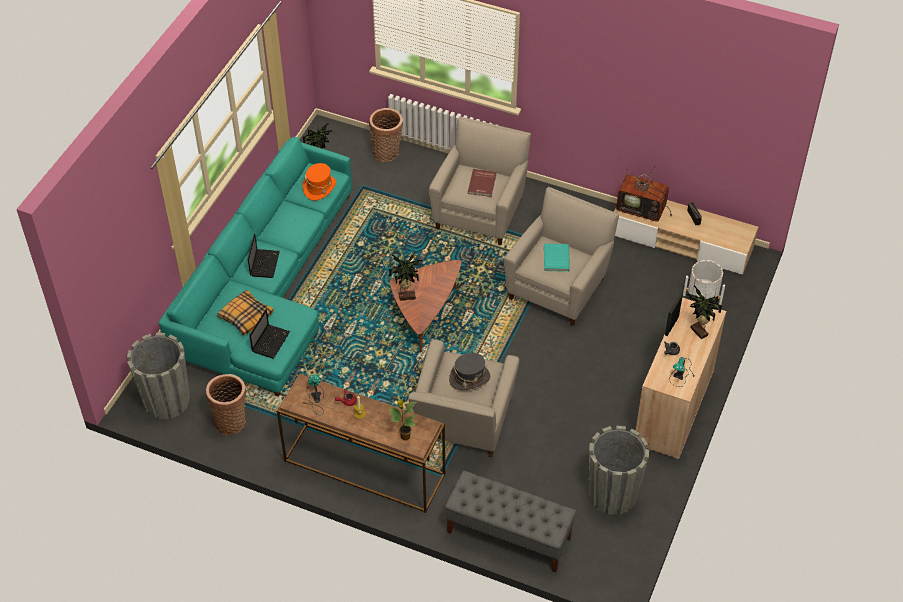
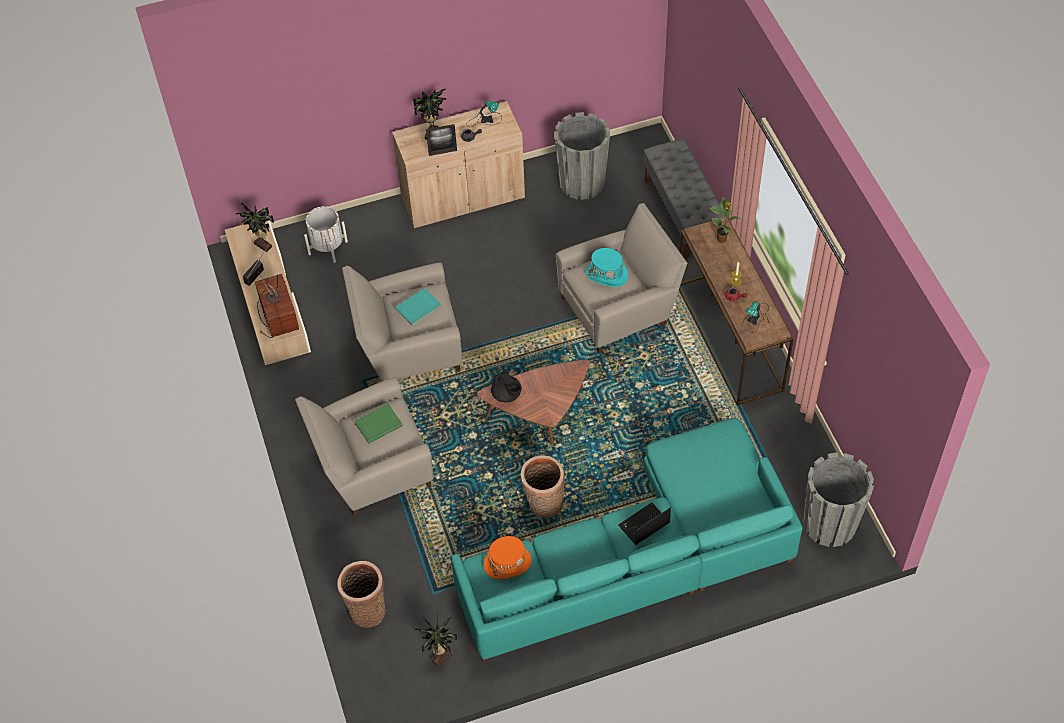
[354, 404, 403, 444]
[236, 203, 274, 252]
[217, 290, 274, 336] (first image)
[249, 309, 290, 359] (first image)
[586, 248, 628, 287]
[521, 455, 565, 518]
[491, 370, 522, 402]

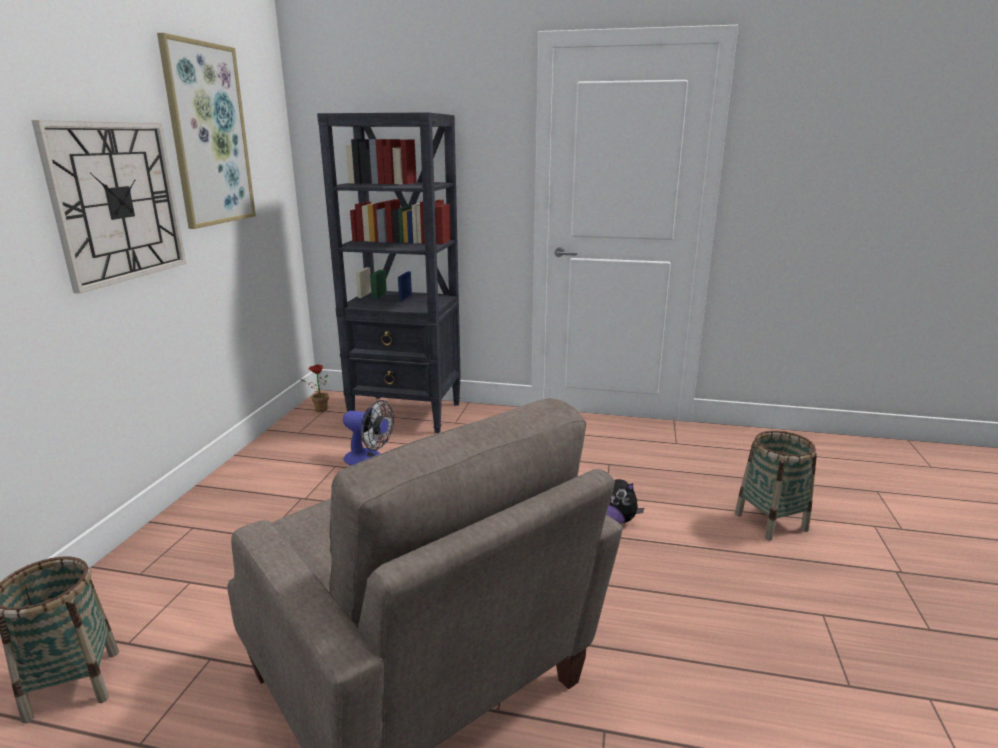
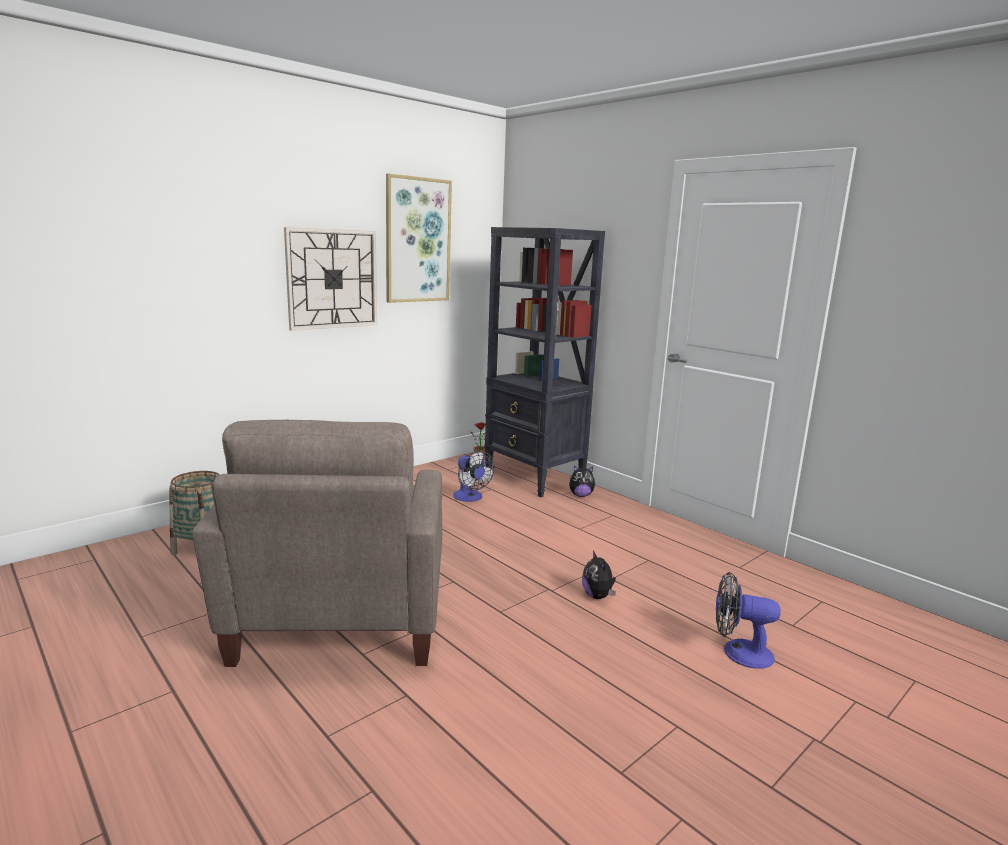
[716, 572, 781, 669]
[569, 466, 596, 497]

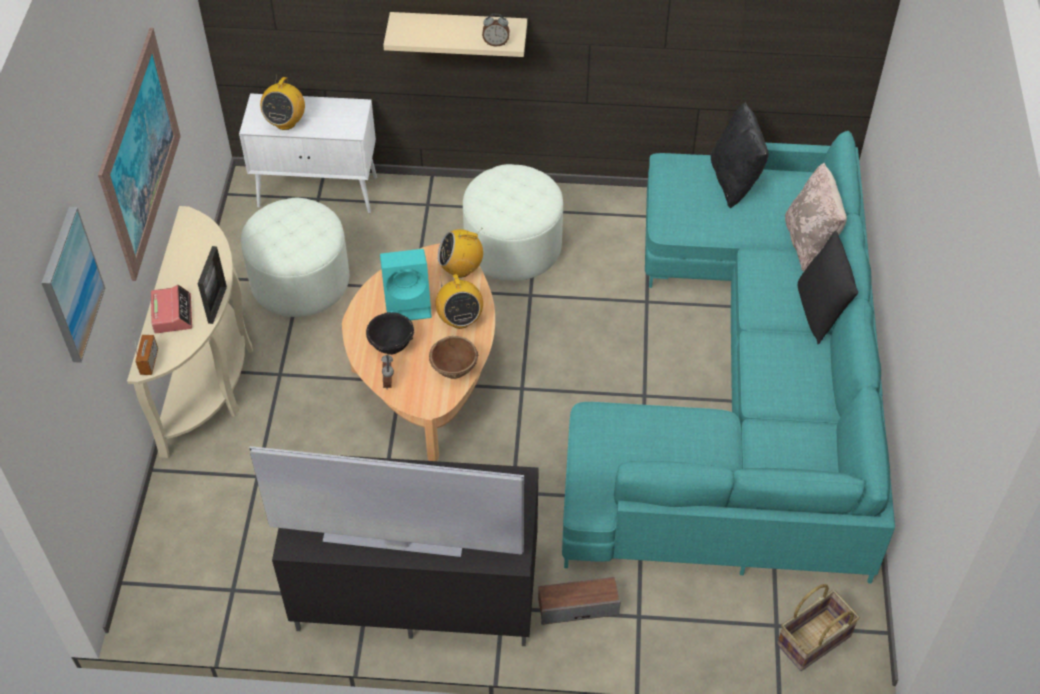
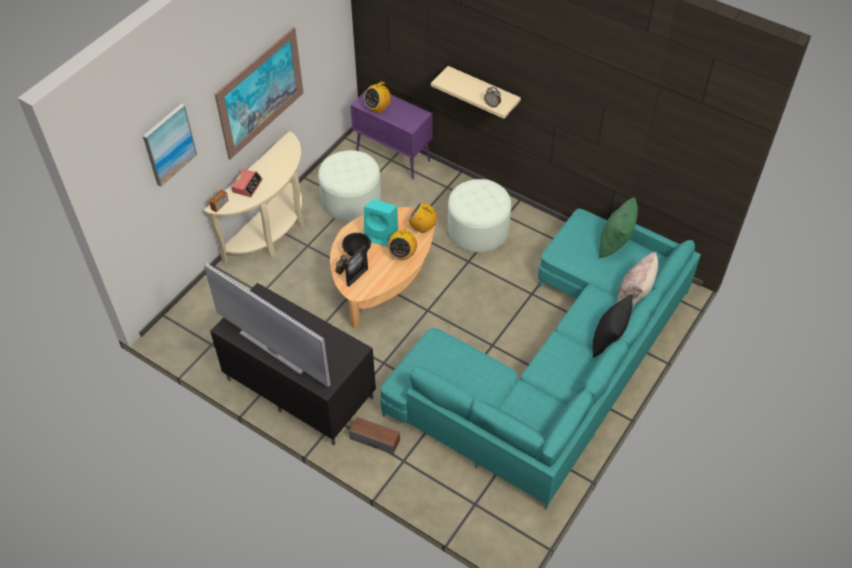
[350, 85, 433, 179]
[599, 197, 638, 258]
[345, 245, 368, 287]
[429, 336, 479, 379] (first image)
[777, 584, 860, 671] (first image)

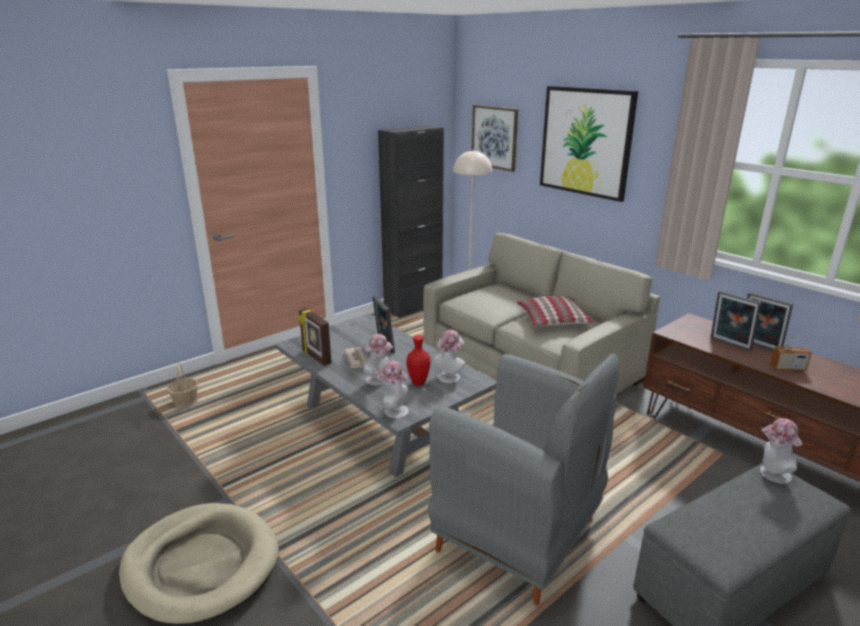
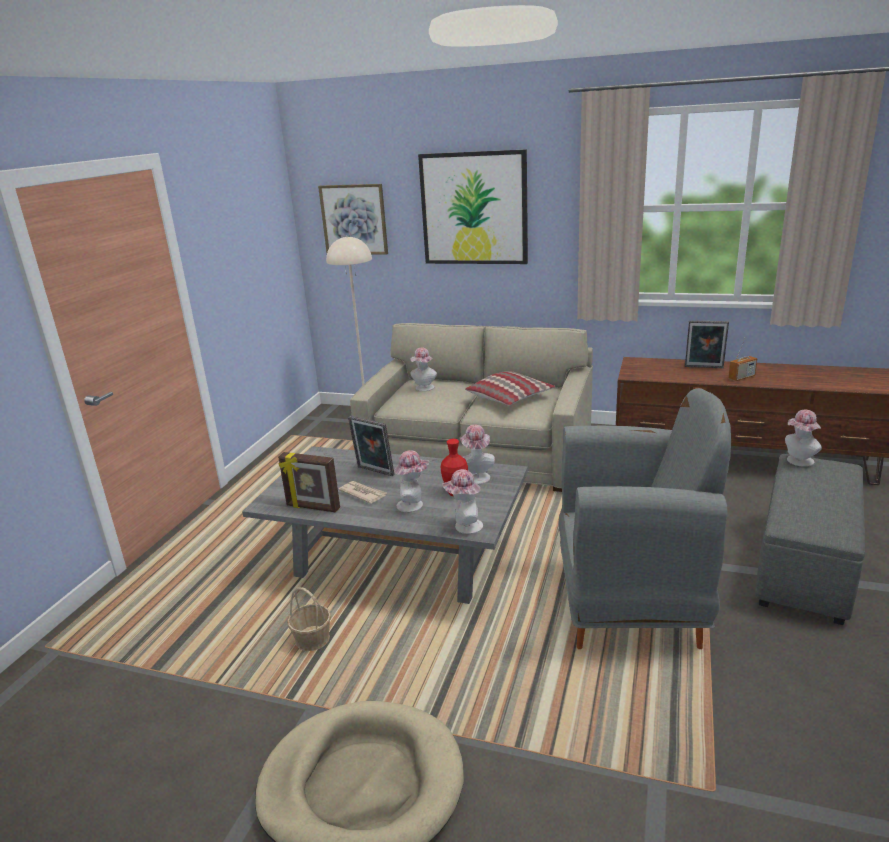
[378, 125, 444, 318] (first image)
[710, 291, 761, 351] (first image)
[287, 587, 331, 651]
[411, 347, 437, 391]

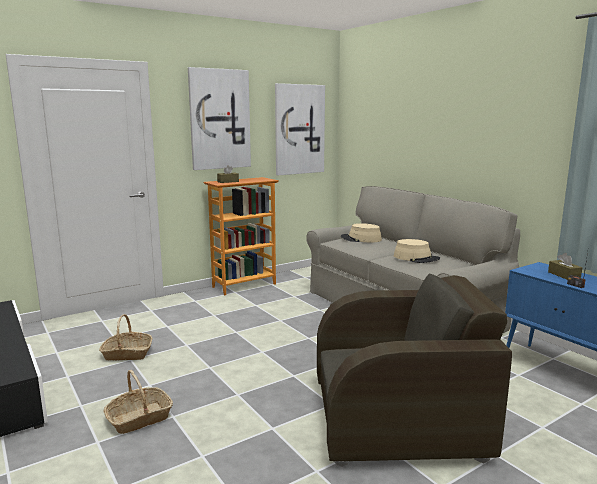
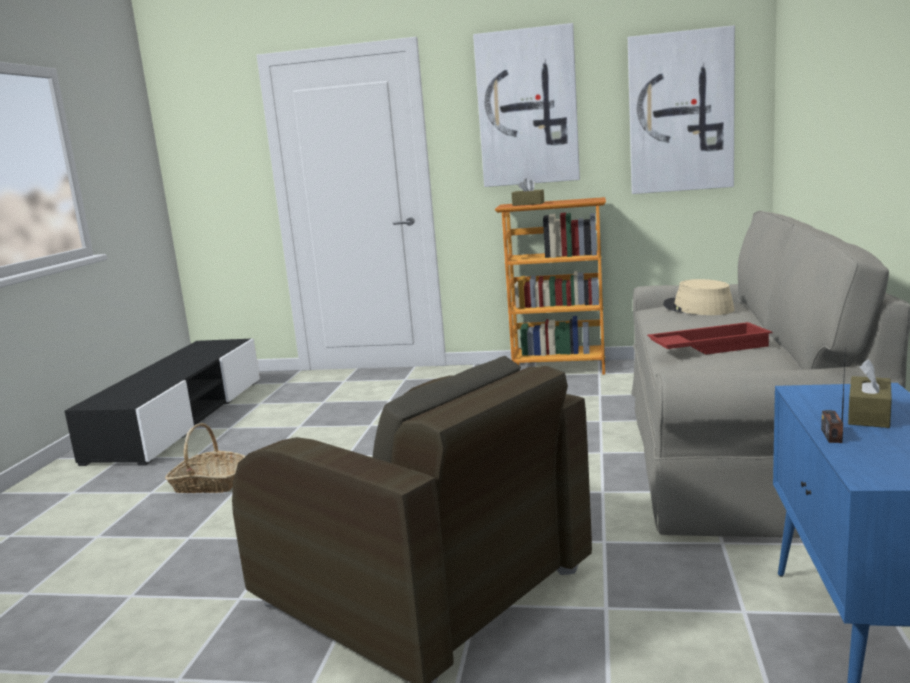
[647, 322, 772, 355]
[99, 314, 152, 361] (first image)

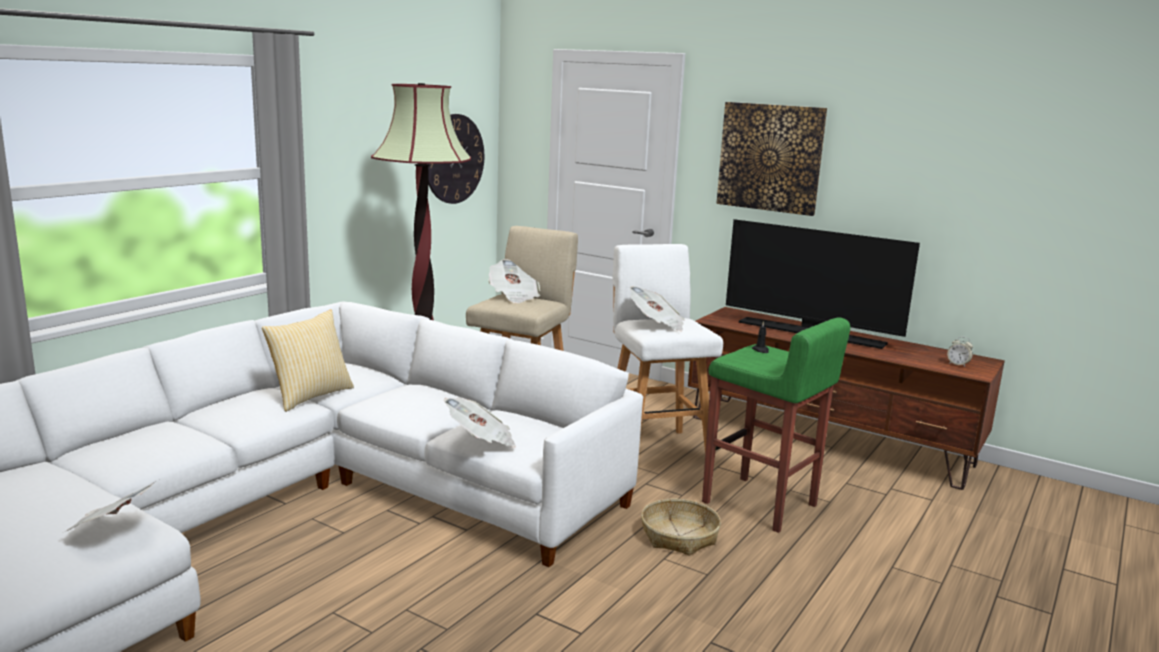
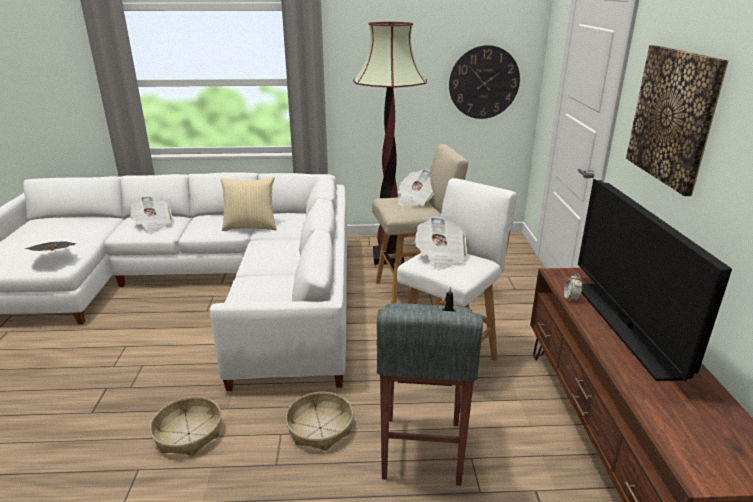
[377, 303, 483, 486]
[563, 274, 582, 301]
[130, 196, 172, 232]
[150, 397, 221, 456]

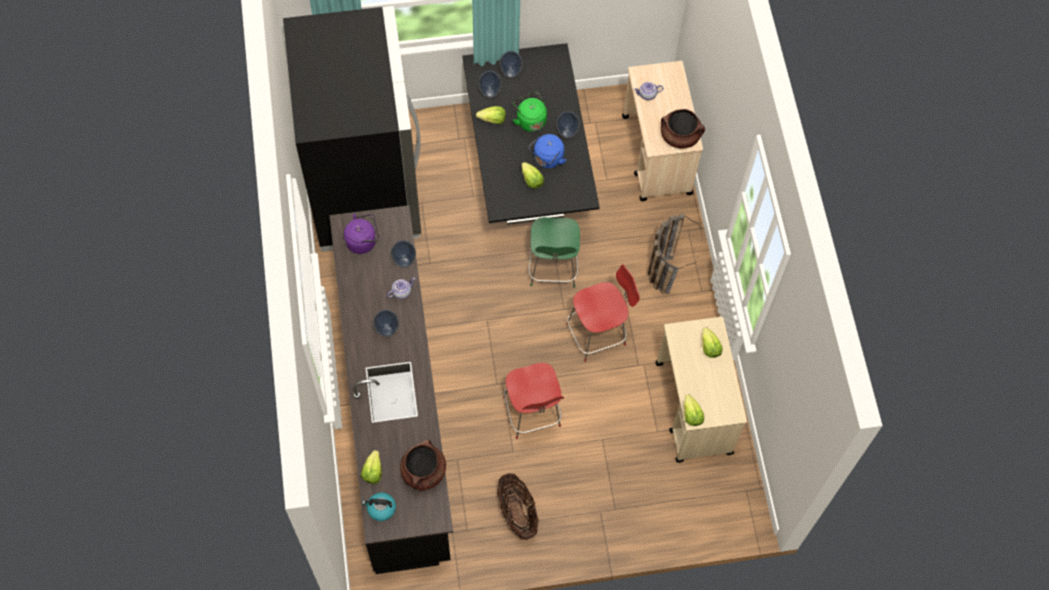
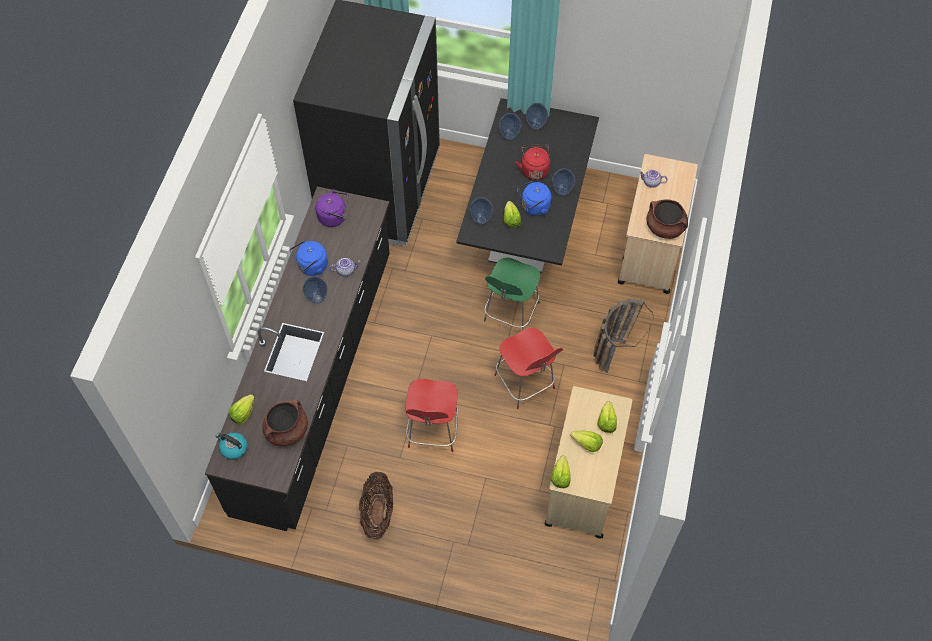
[516, 144, 550, 180]
[570, 431, 603, 452]
[470, 197, 493, 224]
[494, 328, 563, 409]
[290, 241, 328, 276]

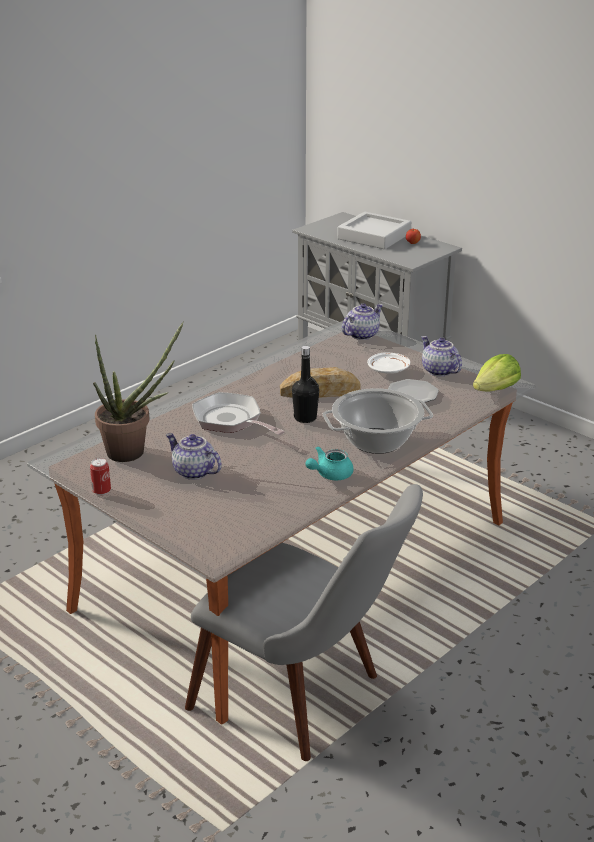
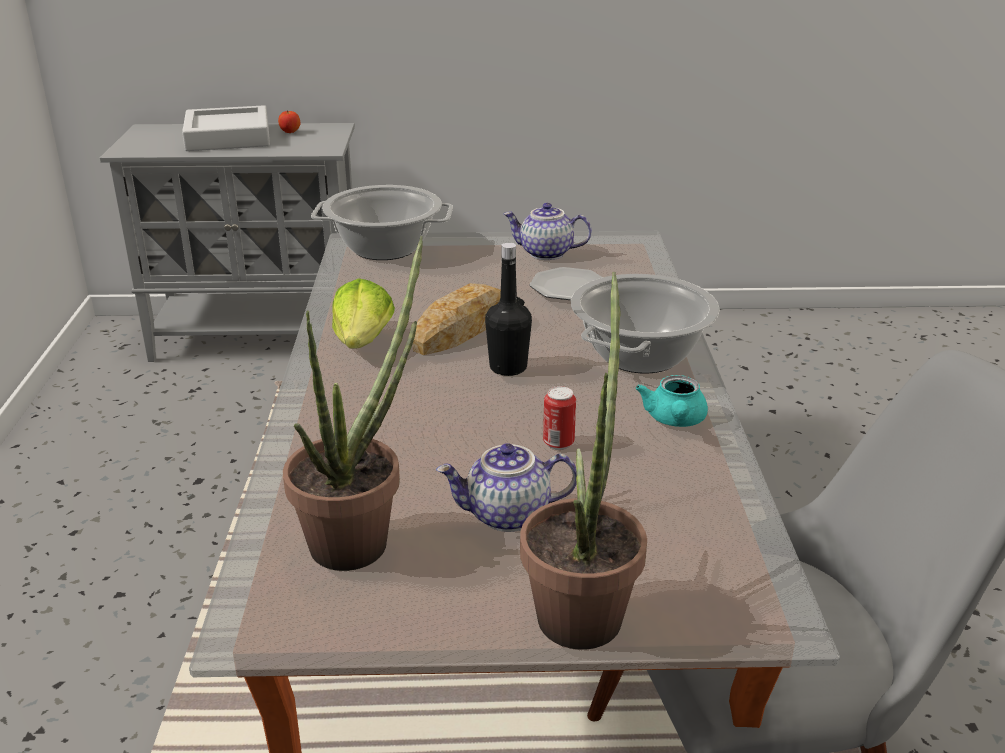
[311, 185, 453, 260]
[367, 352, 410, 374] (first image)
[332, 278, 395, 349]
[192, 392, 285, 435] (first image)
[543, 386, 576, 450]
[520, 272, 647, 650]

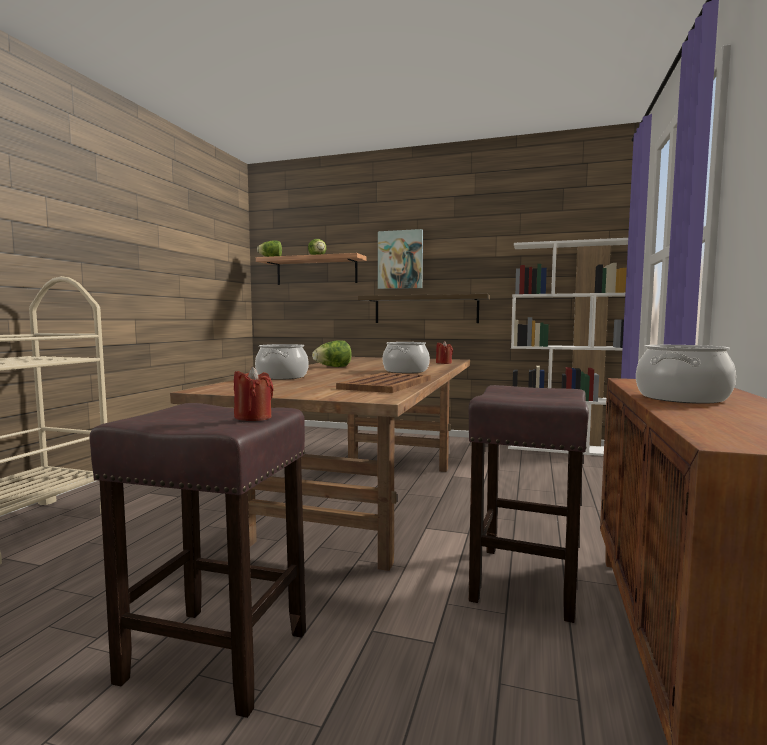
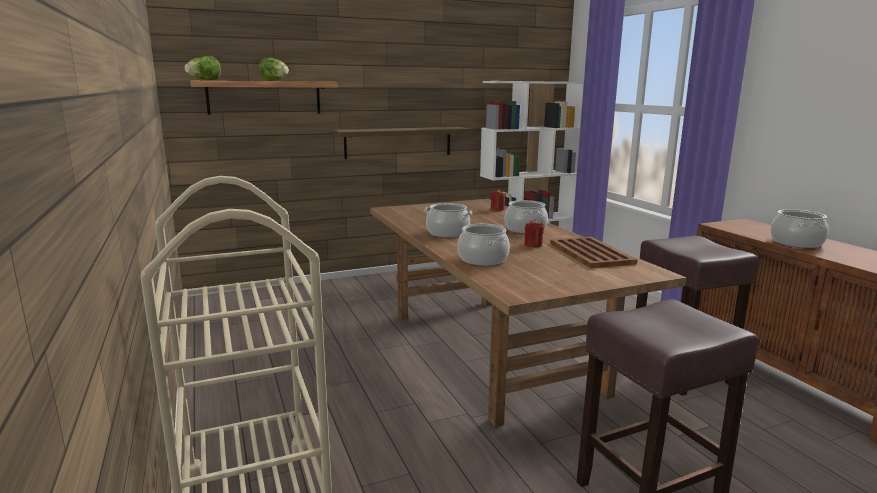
[378, 229, 423, 289] (first image)
[425, 203, 472, 238]
[524, 219, 544, 247]

